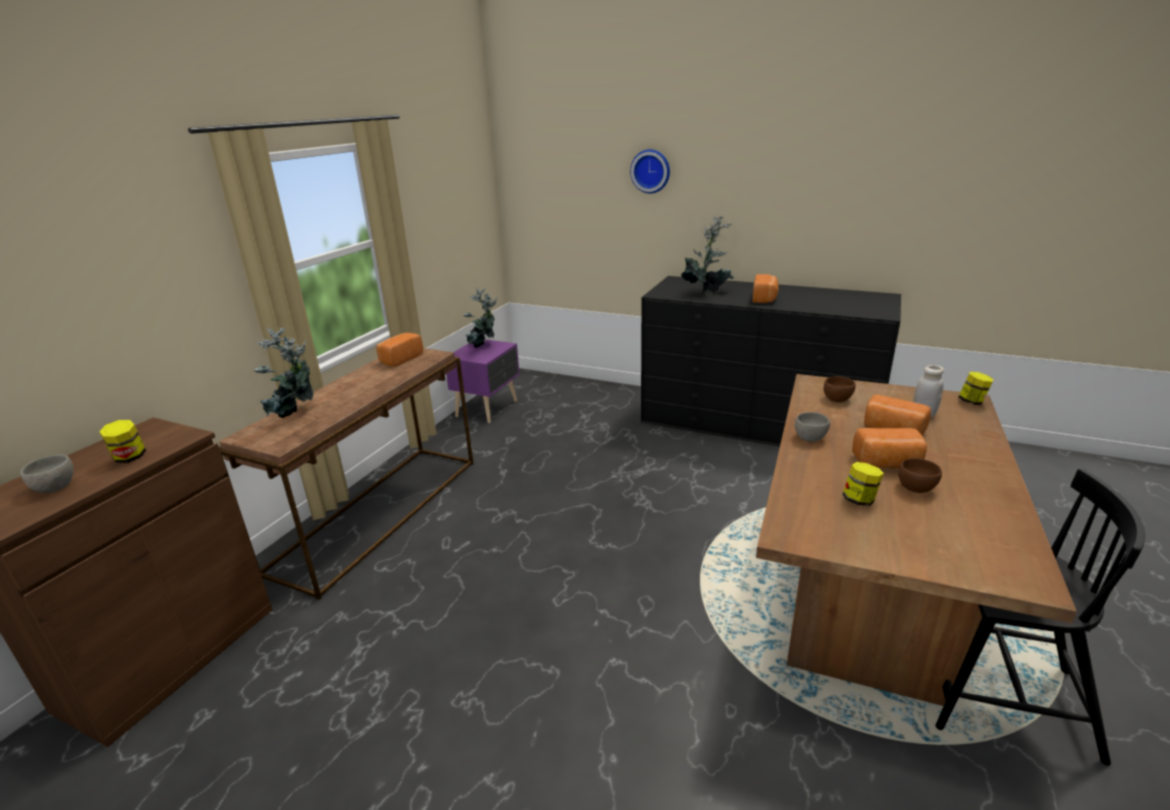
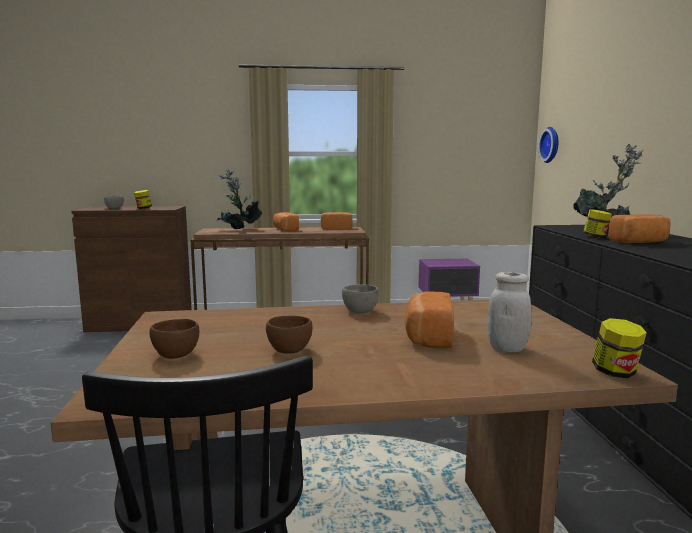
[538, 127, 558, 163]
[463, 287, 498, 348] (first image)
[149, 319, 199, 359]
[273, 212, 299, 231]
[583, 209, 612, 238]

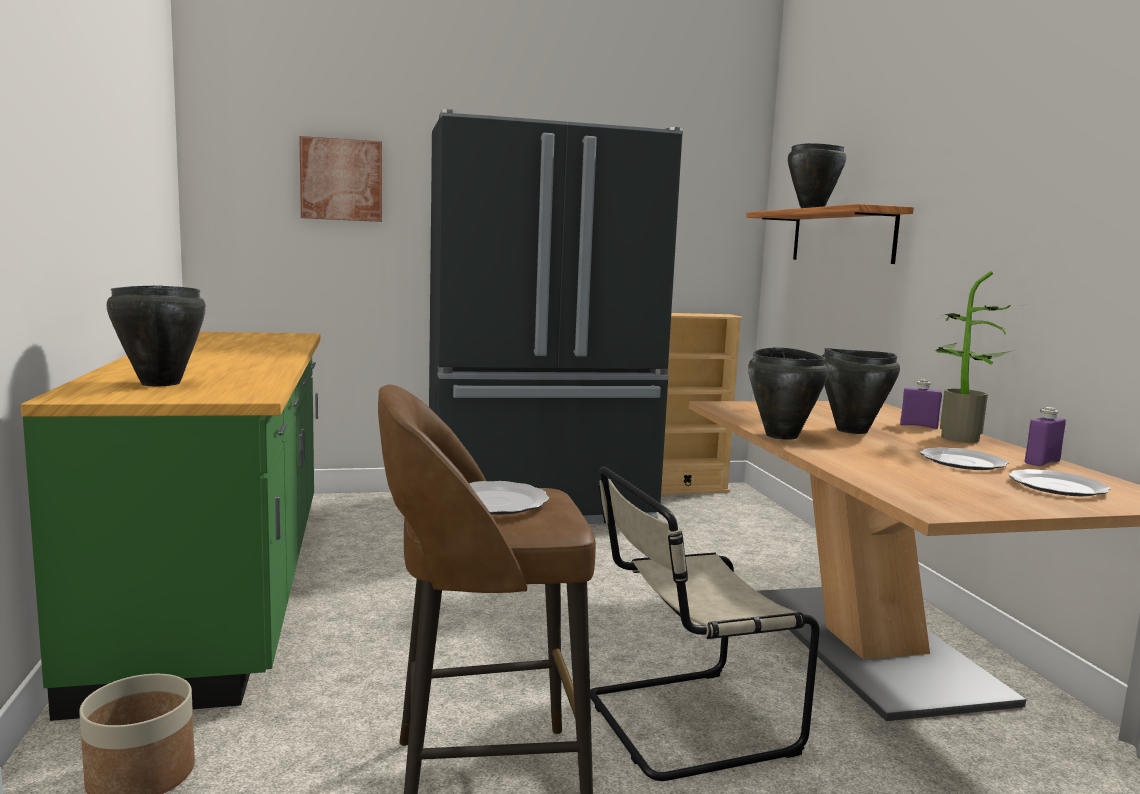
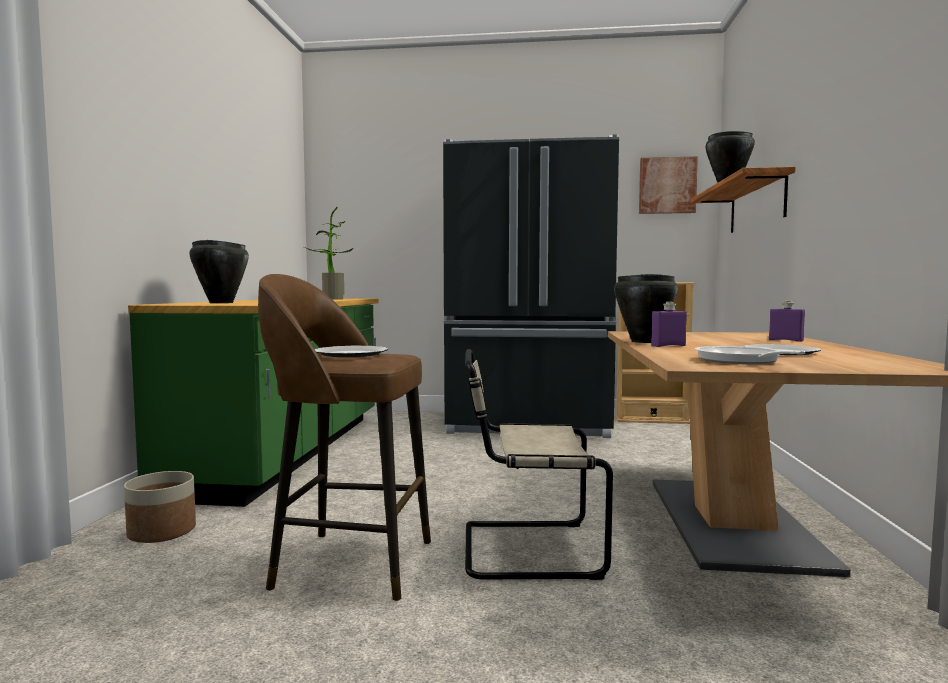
[639, 156, 698, 214]
[304, 207, 354, 300]
[822, 348, 900, 434] (first image)
[651, 302, 687, 347]
[1008, 469, 1110, 496] (first image)
[695, 346, 806, 365]

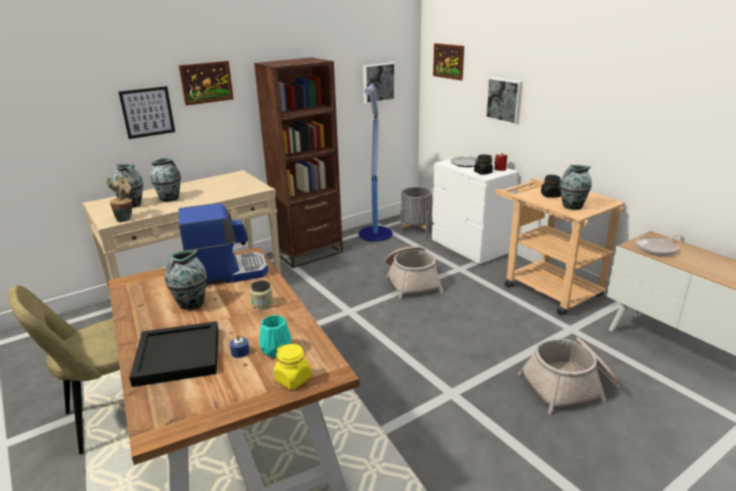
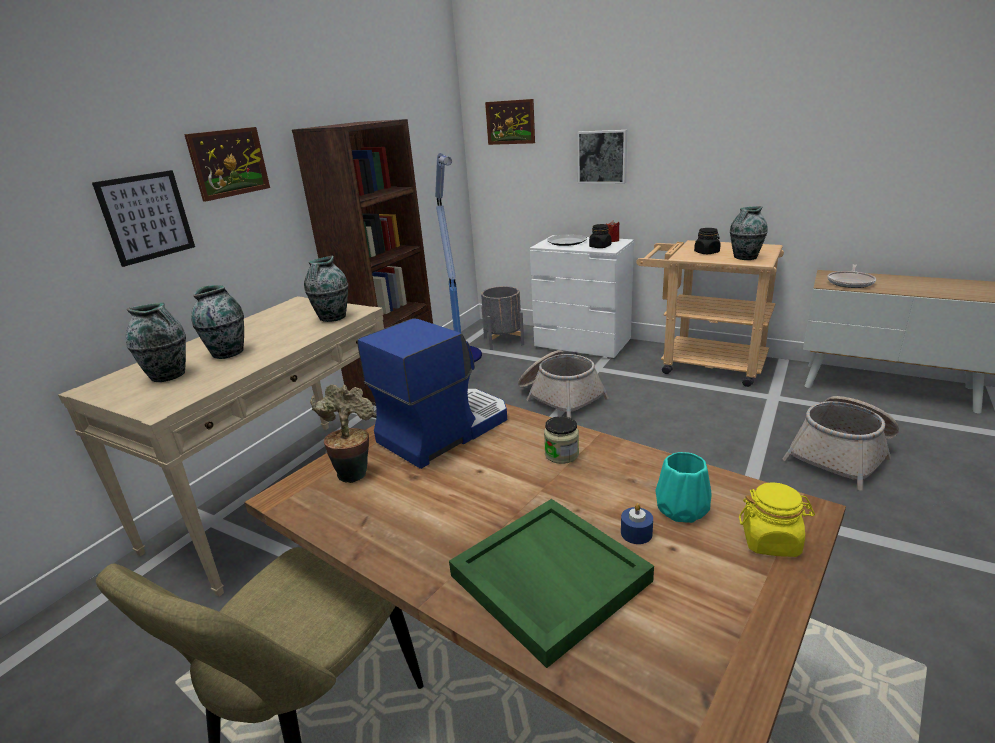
[363, 62, 396, 104] (first image)
[310, 385, 374, 483]
[304, 256, 348, 322]
[449, 499, 654, 668]

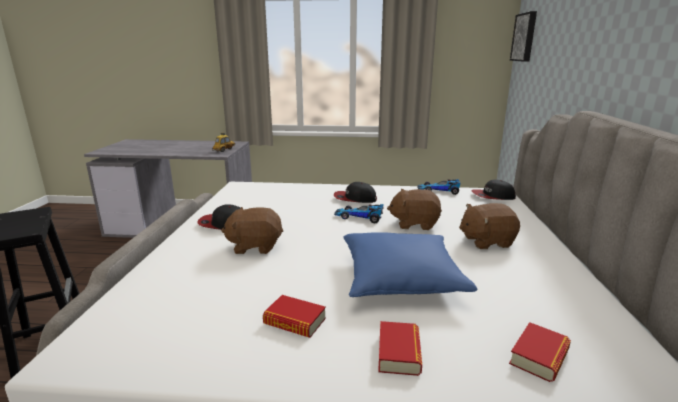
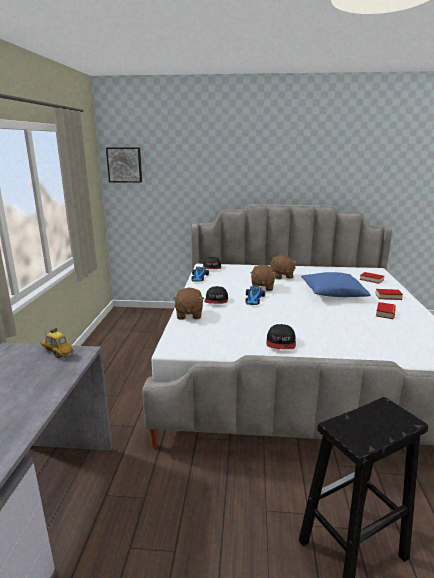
[173, 288, 204, 319]

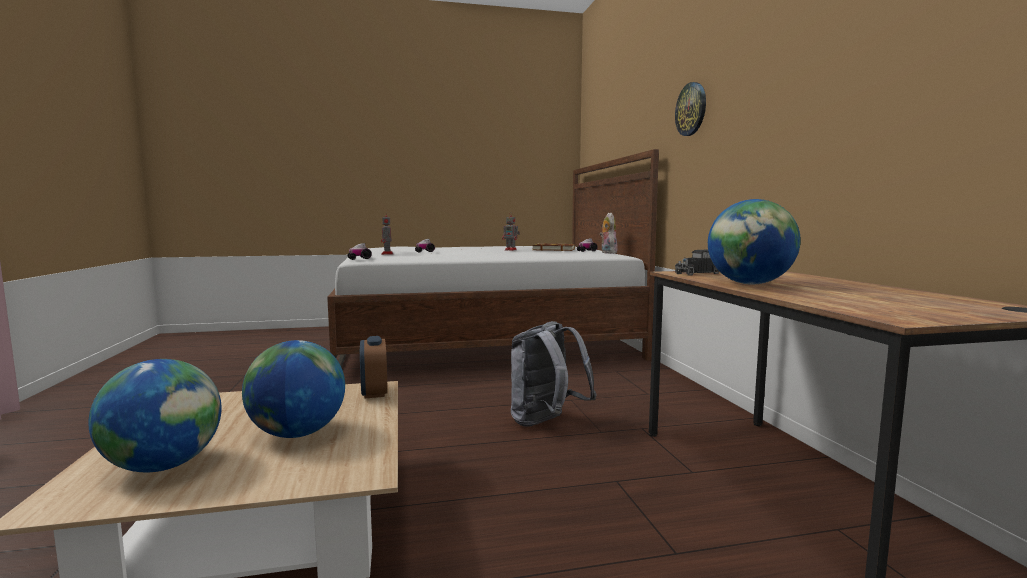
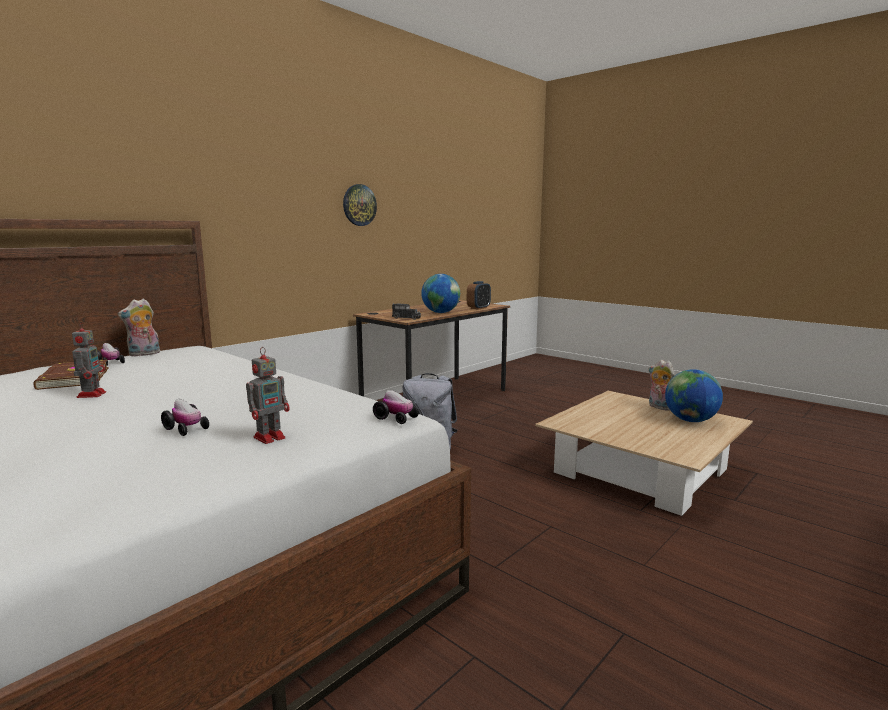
[343, 184, 377, 226]
[467, 281, 491, 310]
[242, 340, 345, 438] (first image)
[648, 360, 675, 411]

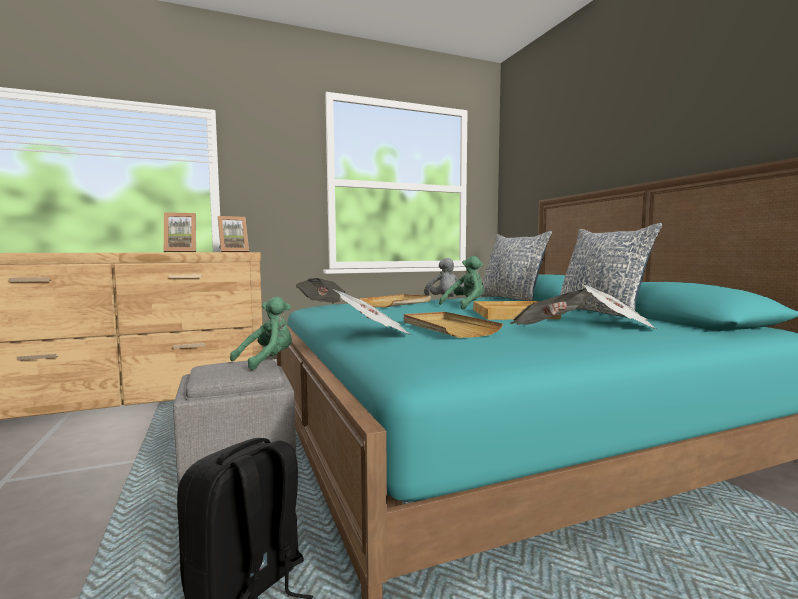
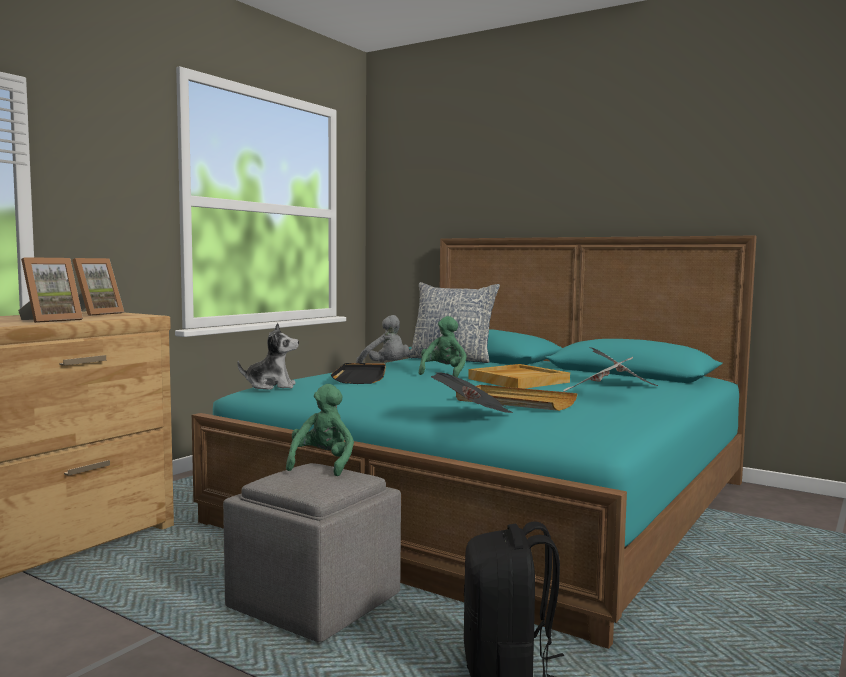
[560, 223, 663, 318] (first image)
[238, 323, 299, 390]
[331, 363, 386, 384]

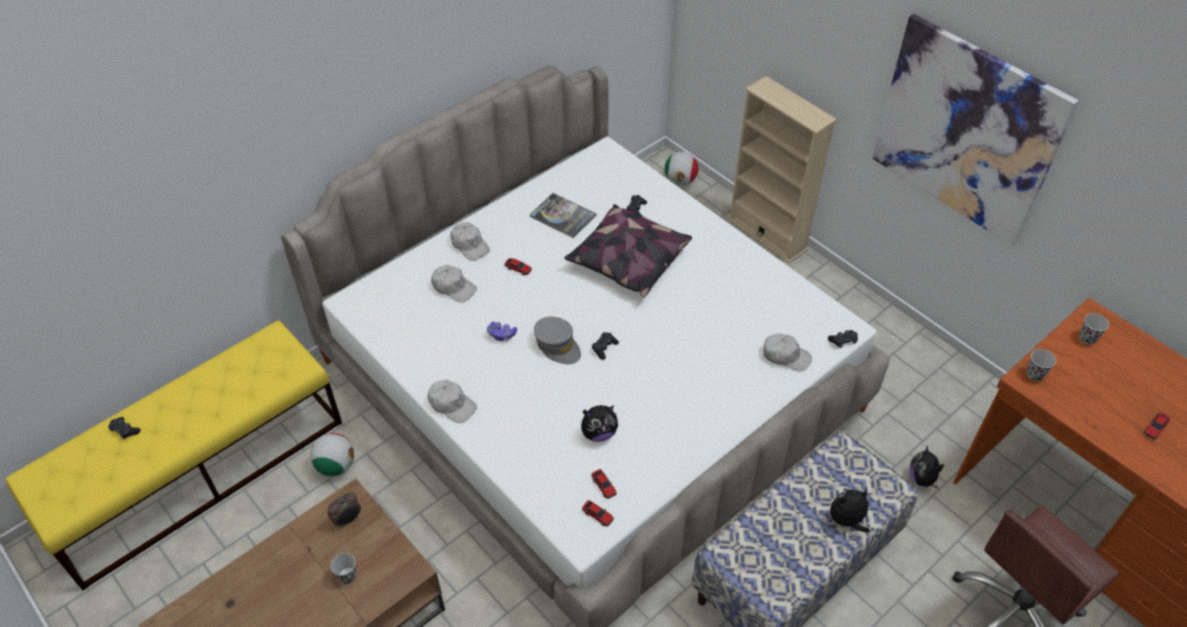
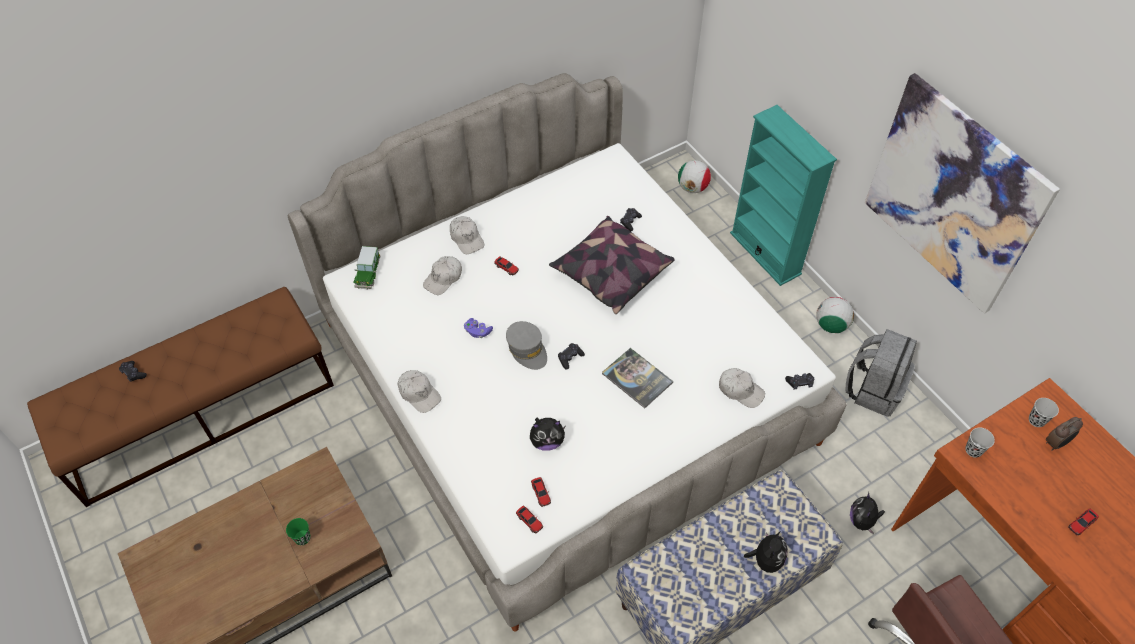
[730, 105, 837, 286]
[602, 348, 673, 408]
[423, 256, 462, 295]
[27, 287, 334, 507]
[816, 297, 854, 333]
[744, 531, 788, 573]
[1046, 417, 1083, 451]
[286, 518, 311, 545]
[353, 246, 381, 289]
[845, 329, 917, 417]

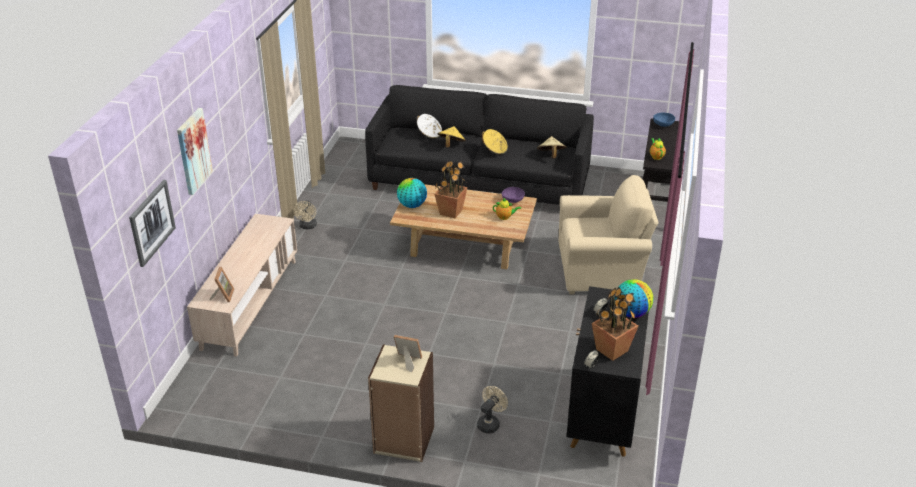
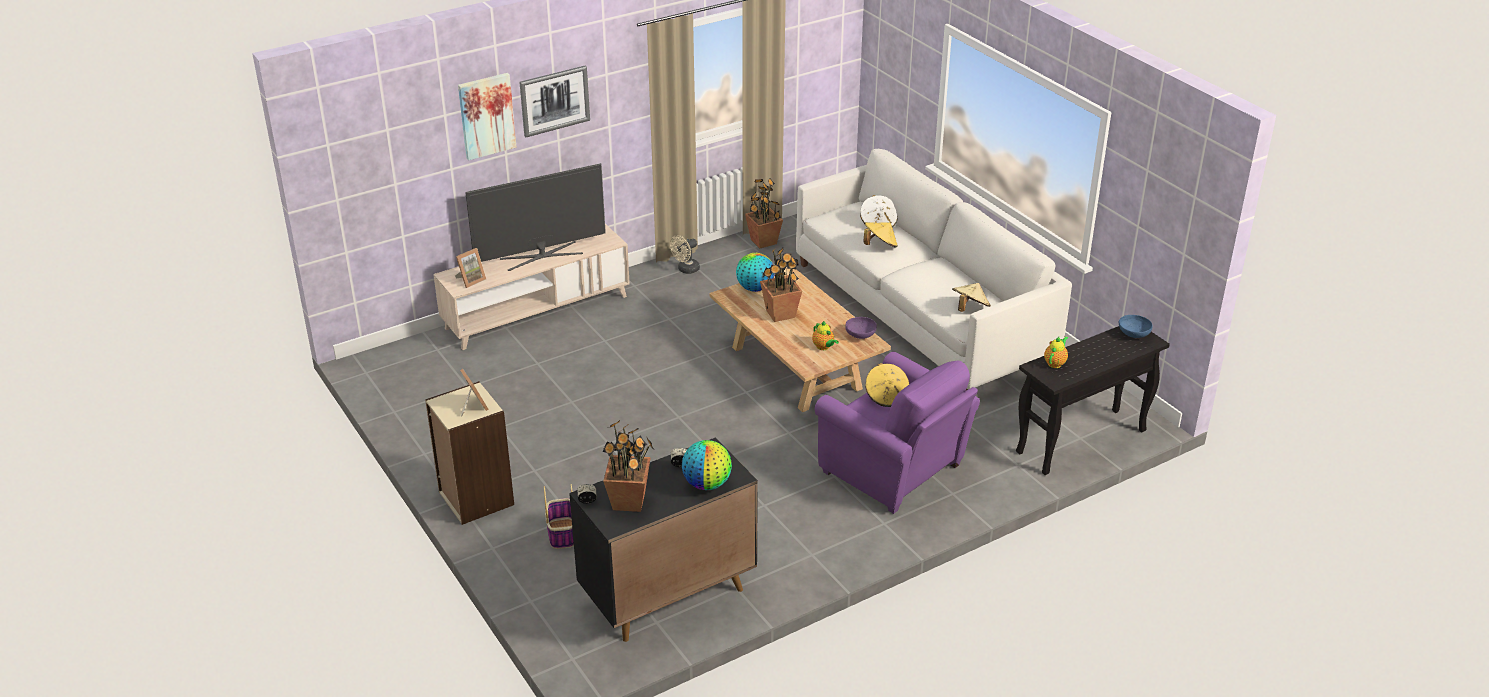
[796, 149, 1072, 390]
[865, 363, 909, 407]
[815, 352, 980, 514]
[520, 65, 590, 137]
[544, 484, 574, 549]
[465, 163, 606, 271]
[745, 178, 783, 248]

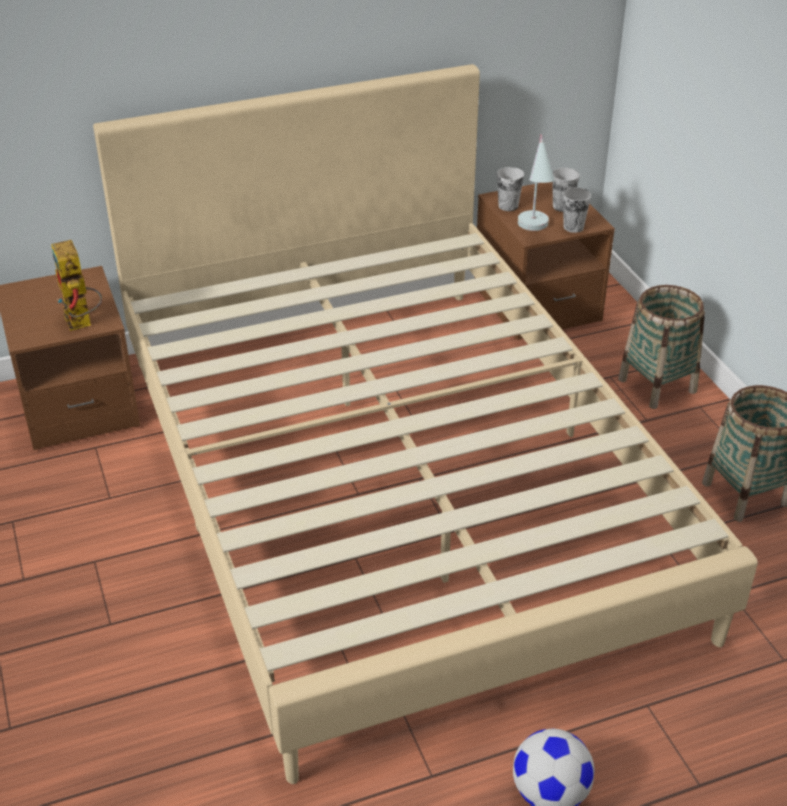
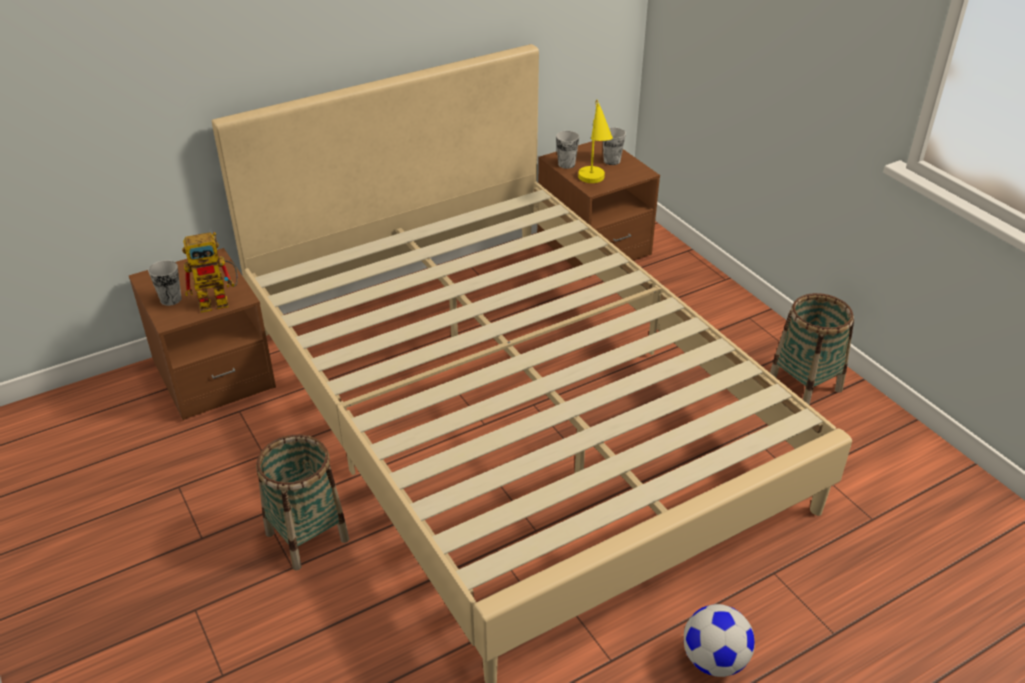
[578, 100, 613, 183]
[148, 260, 182, 306]
[182, 232, 238, 313]
[256, 434, 349, 570]

